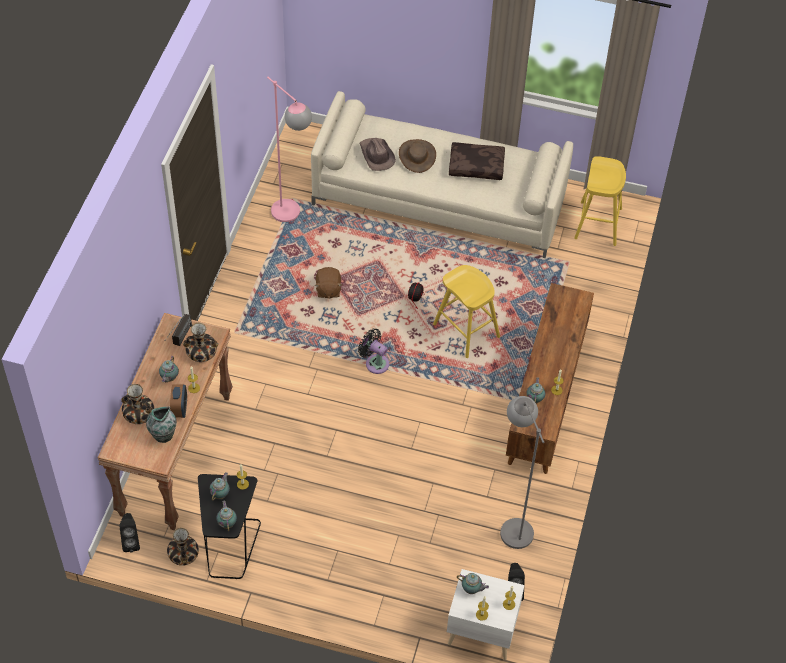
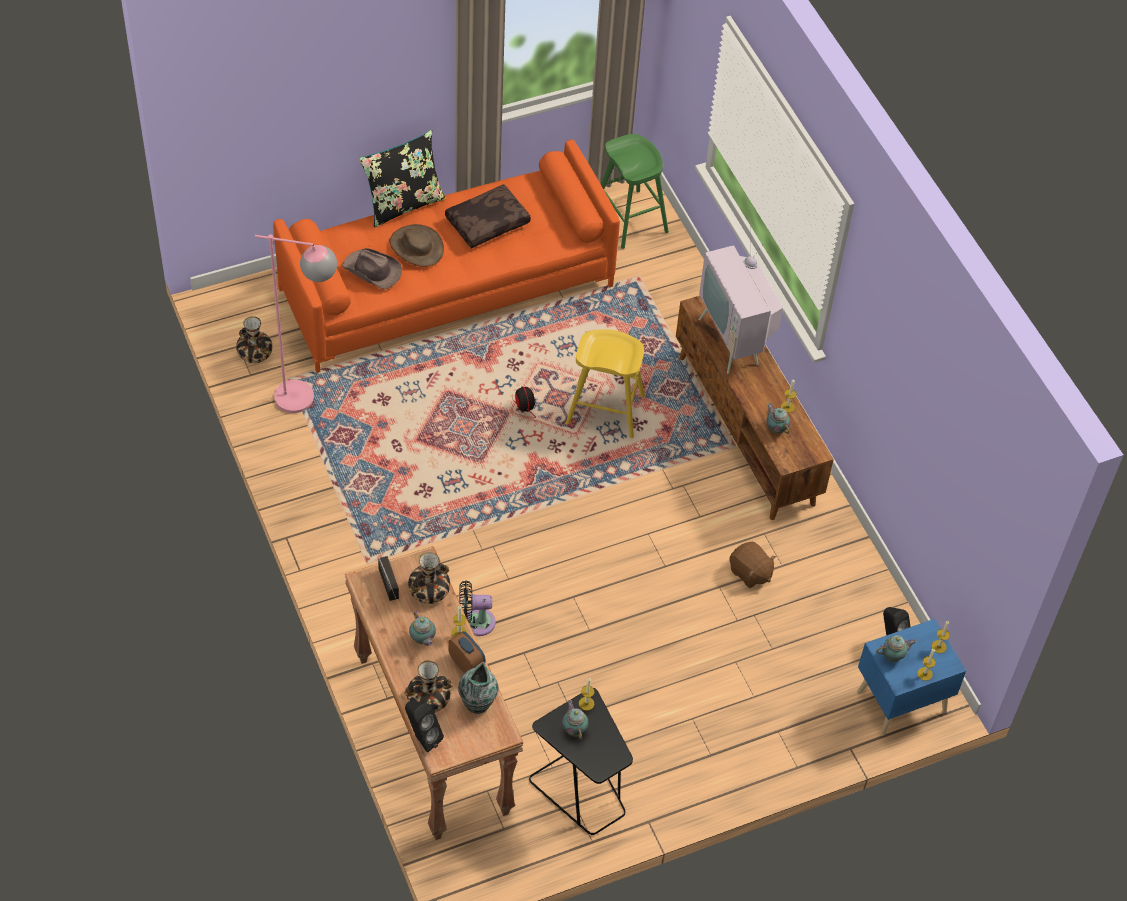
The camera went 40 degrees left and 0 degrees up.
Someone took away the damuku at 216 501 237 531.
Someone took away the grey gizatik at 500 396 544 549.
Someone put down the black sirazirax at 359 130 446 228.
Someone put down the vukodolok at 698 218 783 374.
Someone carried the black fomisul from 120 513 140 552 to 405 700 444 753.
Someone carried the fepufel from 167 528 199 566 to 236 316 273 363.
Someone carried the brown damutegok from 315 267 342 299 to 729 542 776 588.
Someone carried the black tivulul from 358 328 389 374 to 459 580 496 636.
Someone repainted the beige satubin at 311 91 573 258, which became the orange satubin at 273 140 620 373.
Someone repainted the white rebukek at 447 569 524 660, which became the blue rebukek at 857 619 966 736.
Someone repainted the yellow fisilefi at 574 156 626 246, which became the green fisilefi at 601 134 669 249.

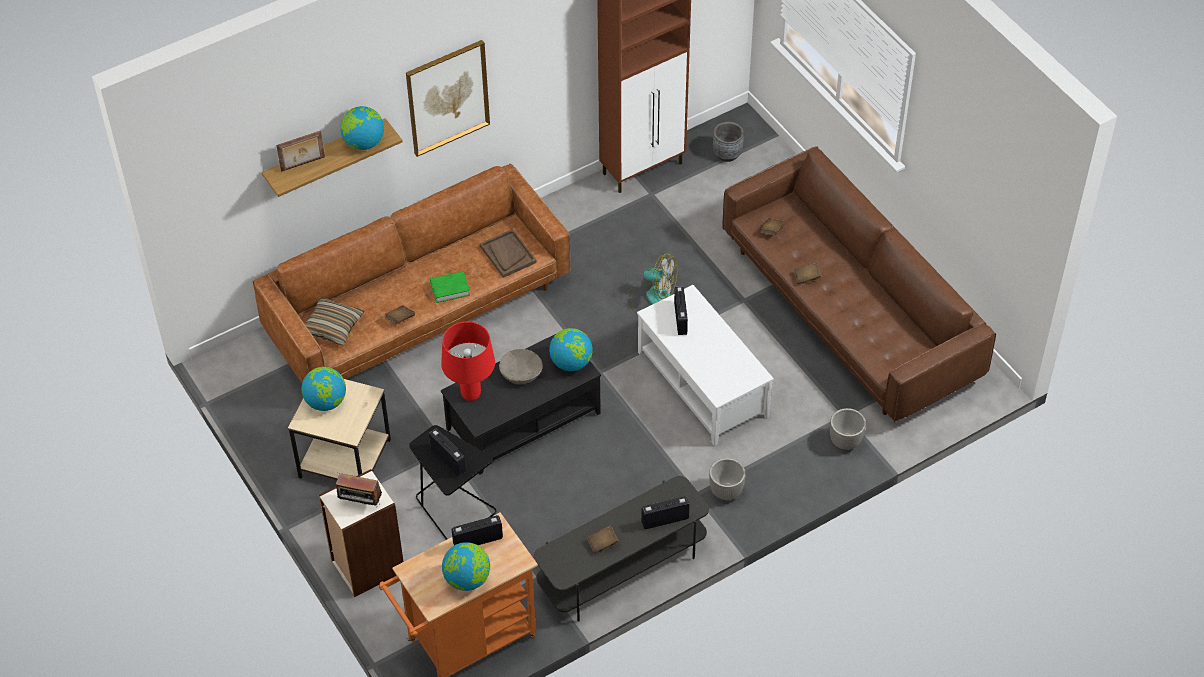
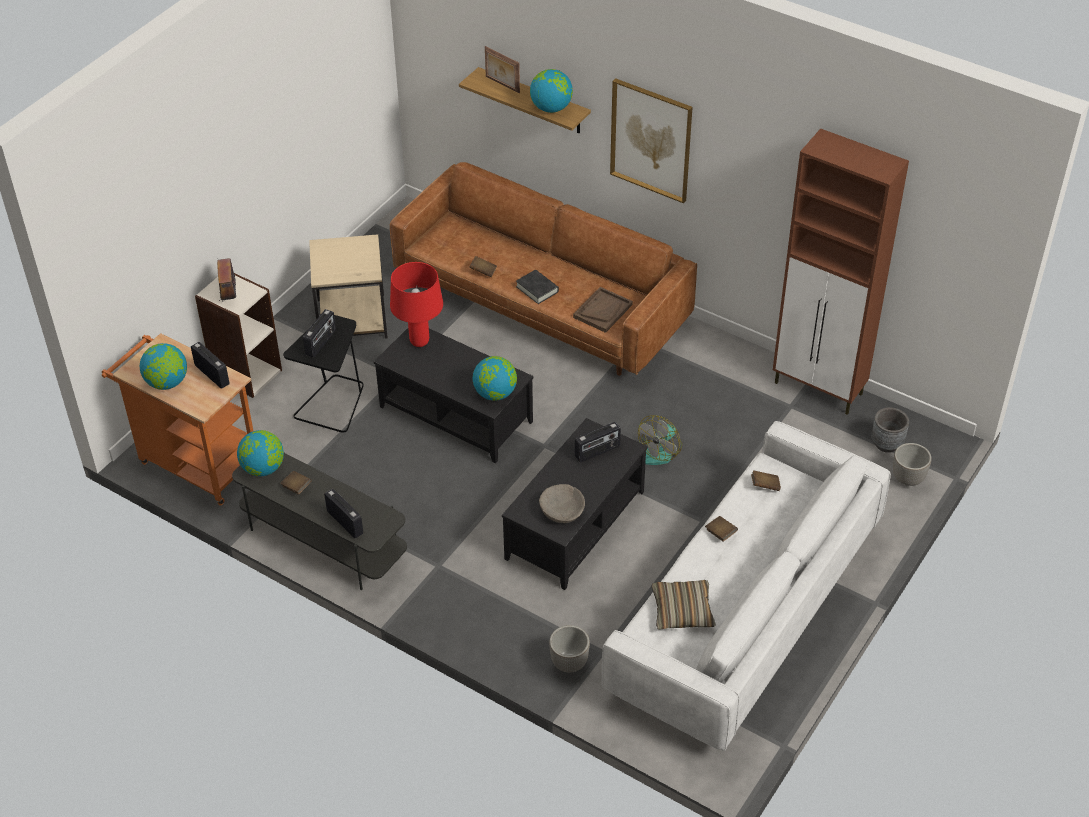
The camera went 65 degrees right and 5 degrees down.
Someone carried the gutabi from 302 367 346 411 to 237 430 284 476.
Someone carried the sirazirax from 304 298 365 345 to 652 580 716 630.
Someone carried the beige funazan from 499 349 543 384 to 539 484 585 523.
Someone carried the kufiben from 709 458 746 500 to 893 443 932 486.
Someone repainted the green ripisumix at 430 271 470 303, which became the black ripisumix at 516 270 559 304.
Someone repainted the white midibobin at 637 285 774 446, which became the black midibobin at 502 418 648 590.
Someone repainted the brown satubin at 722 146 996 422, which became the white satubin at 602 421 891 751.
Someone rotated the tivulul at 629 253 677 315 by 45 degrees clockwise.

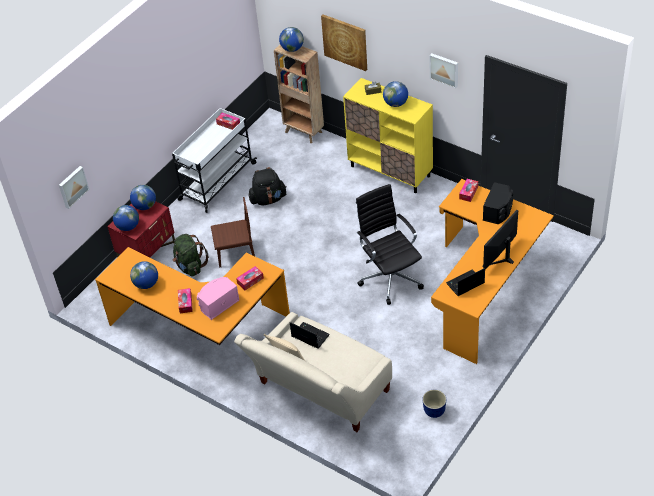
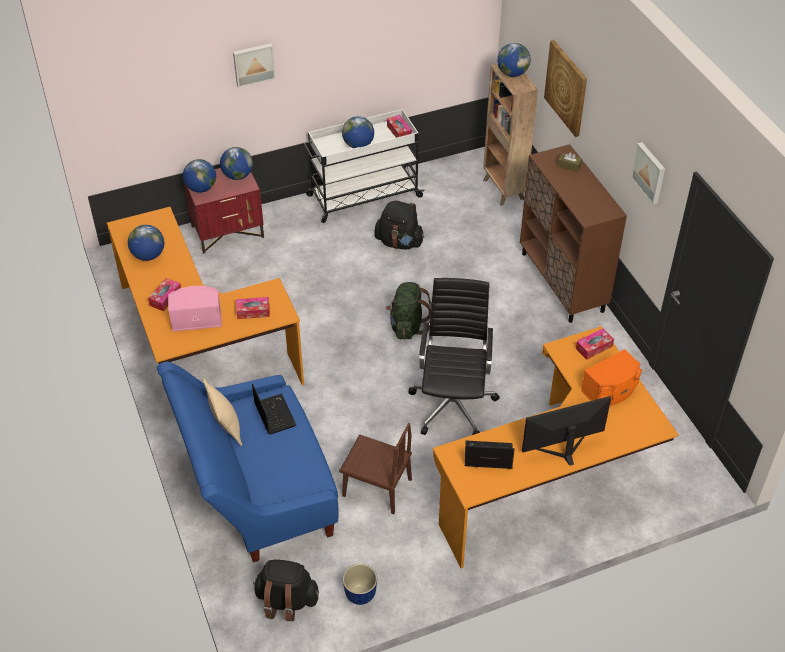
The camera went 30 degrees right and 0 degrees up.
Someone put down the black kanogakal at 253 559 319 621.
Someone carried the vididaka from 59 166 90 209 to 233 43 276 88.
Someone carried the green kanogakal from 173 234 209 277 to 386 282 432 340.
Someone carried the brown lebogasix from 211 197 255 268 to 339 423 412 514.
Someone carried the gutabi from 383 81 408 107 to 342 116 374 148.
Someone repainted the beige satubin at 234 312 392 432, which became the blue satubin at 157 362 339 563.
Someone repainted the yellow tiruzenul at 343 78 433 193, which became the brown tiruzenul at 520 144 627 323.
Someone repainted the black fomisul at 483 182 513 224, which became the orange fomisul at 581 349 642 406.

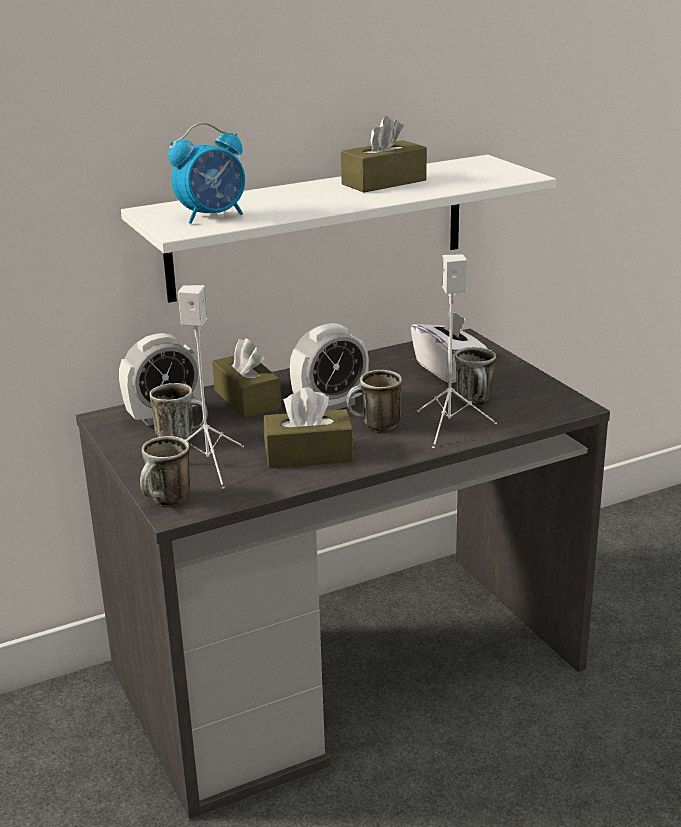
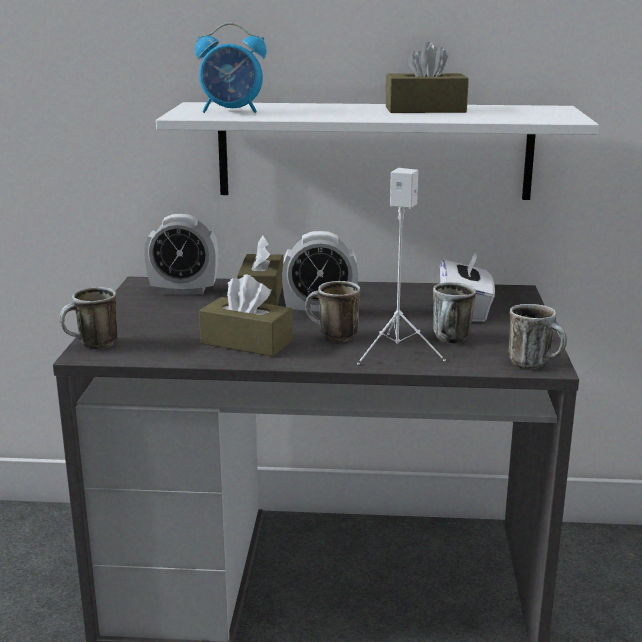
The camera went 30 degrees right and 5 degrees down.
Someone took away the white fomisul at 178 285 244 489.
Someone carried the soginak from 149 383 208 440 to 508 304 567 369.

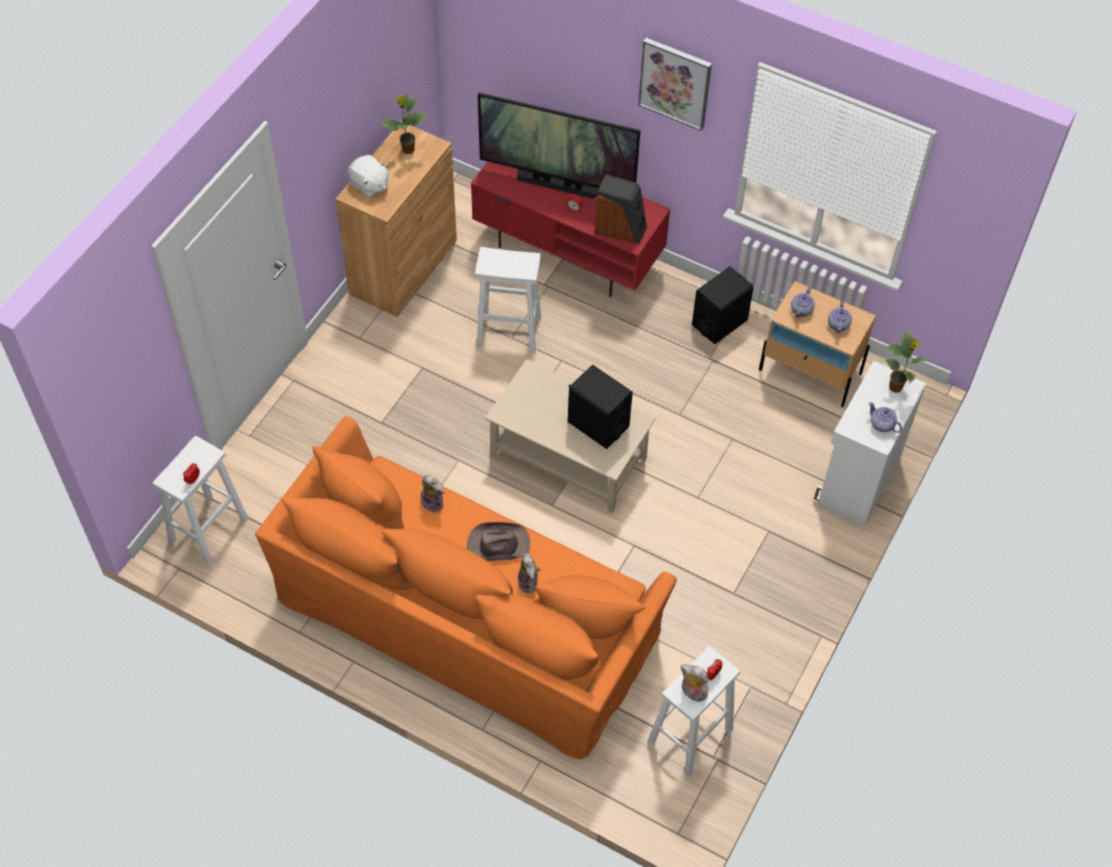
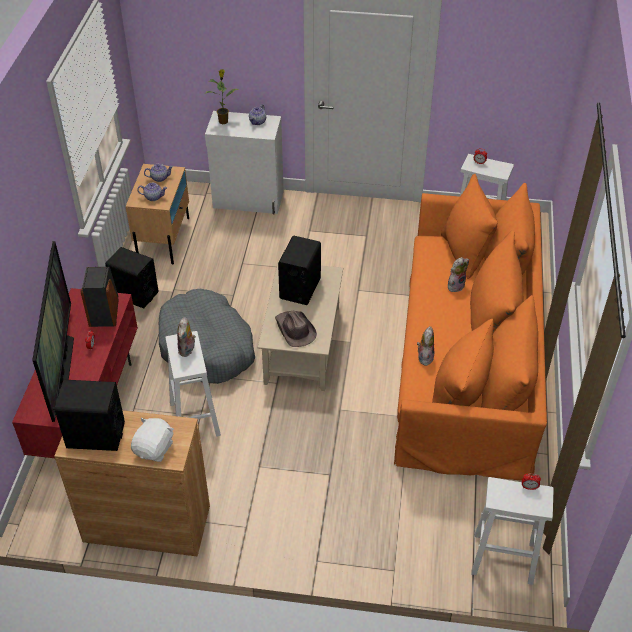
The camera went 110 degrees left and 10 degrees down.
Someone took away the vididaka at 638 38 712 131.
Someone put down the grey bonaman at 159 289 255 384.
Someone carried the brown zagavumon from 467 522 530 561 to 275 311 317 347.
Someone carried the damutegok from 681 665 709 703 to 177 317 196 357.
Someone swapped the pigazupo at 380 94 428 154 for the black fomisul at 52 380 125 451.

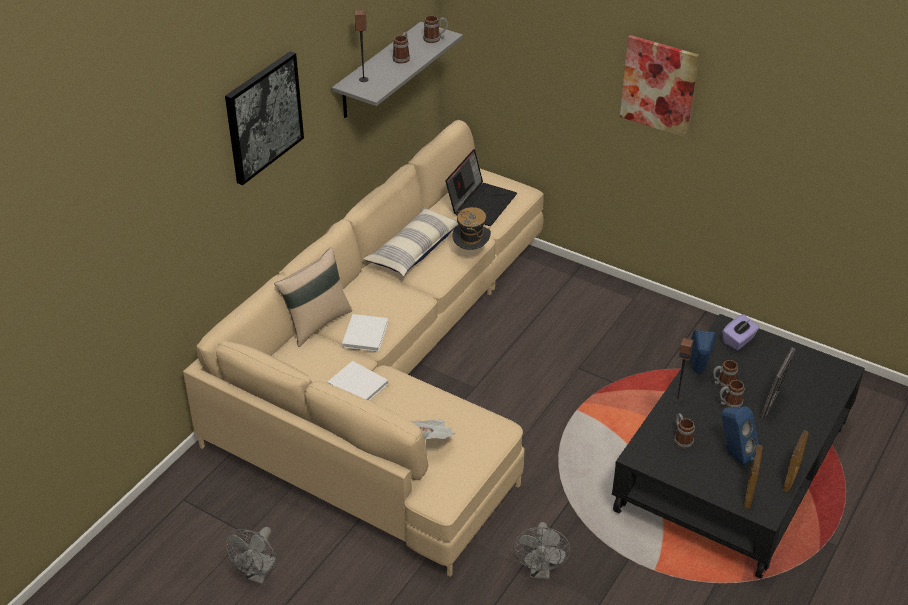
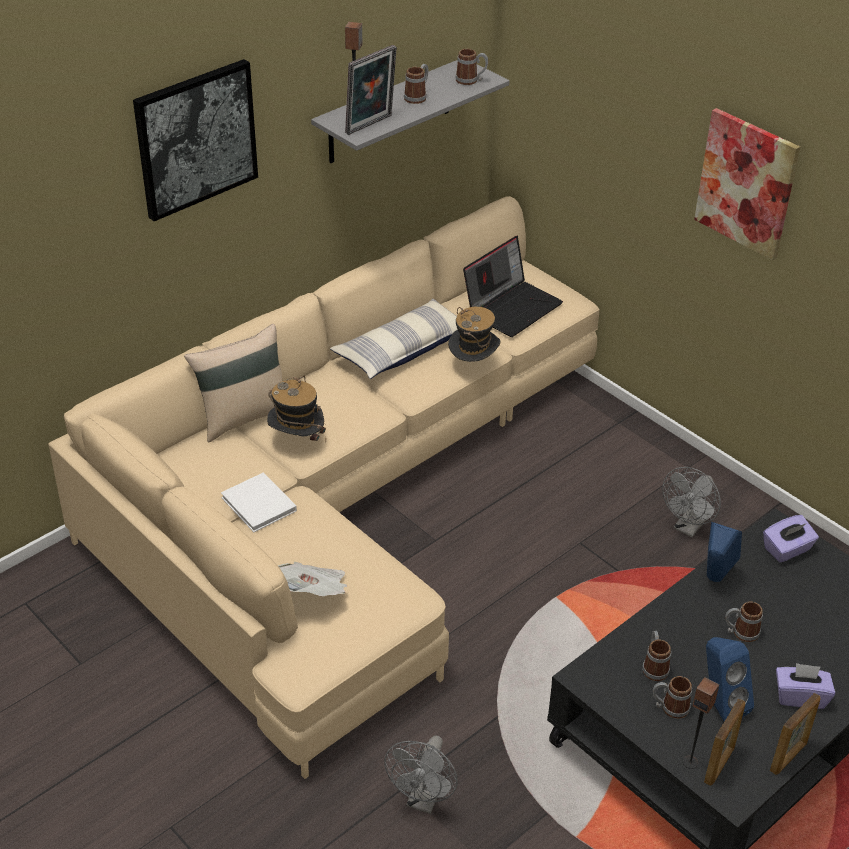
The camera went 15 degrees right and 0 degrees up.
Someone put down the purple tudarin at 776 663 835 709.
Someone carried the grey tivulul from 225 527 276 585 to 662 467 721 537.
Someone carried the fomisul from 673 338 693 403 to 683 677 719 769.
Someone carried the soginak from 713 360 738 387 to 653 676 692 719.
Someone carried the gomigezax from 760 348 796 420 to 345 45 397 135.
Someone swapped the white ripisumix at 342 314 388 352 for the zagavumon at 267 376 326 441.

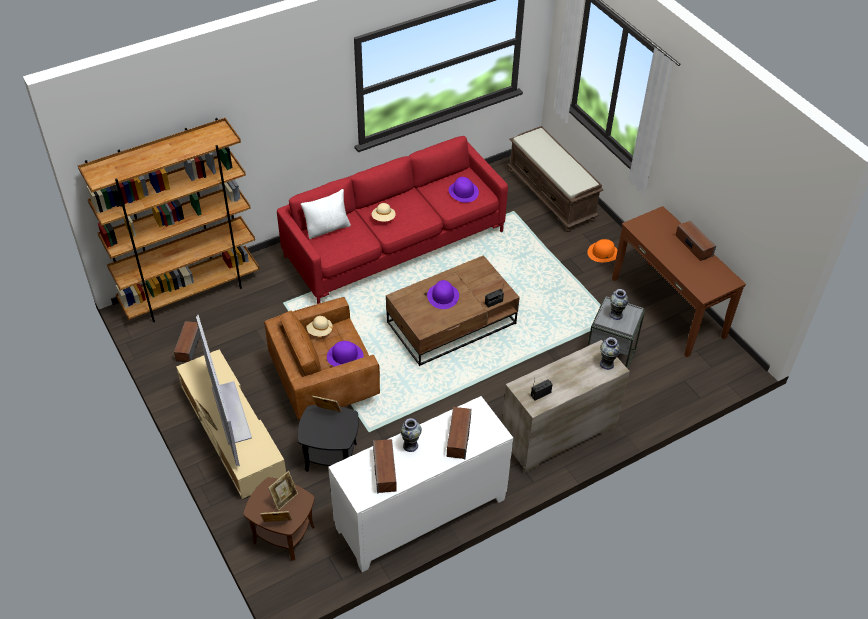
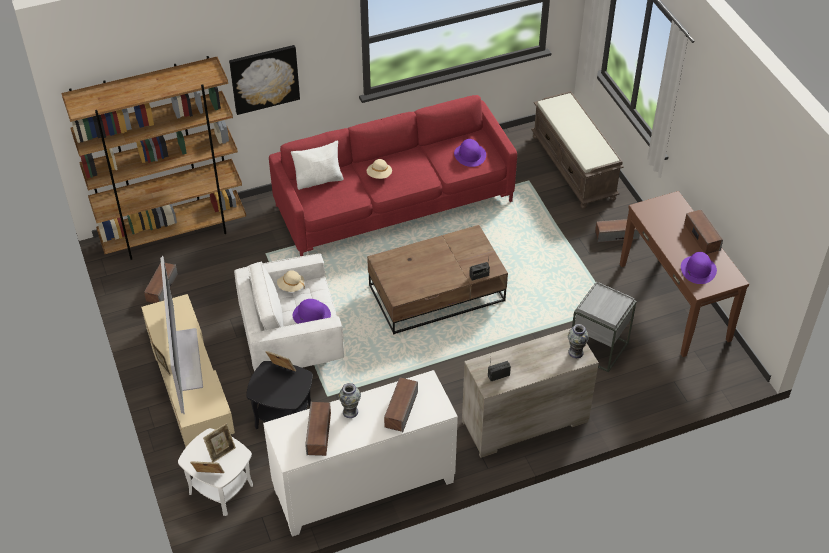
The camera went 10 degrees right and 0 degrees up.
Someone took away the fepufel at 609 289 629 320.
Someone put up the vididaka at 229 45 300 115.
Someone carried the purple zagavumon from 427 280 459 309 to 681 252 717 284.
Someone swapped the orange zagavumon at 587 239 618 262 for the fomisul at 595 219 640 243.
Someone repainted the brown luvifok at 243 477 315 561, which became the white luvifok at 178 428 253 516.
Someone repainted the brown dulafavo at 264 297 380 420, which became the white dulafavo at 234 253 344 371.

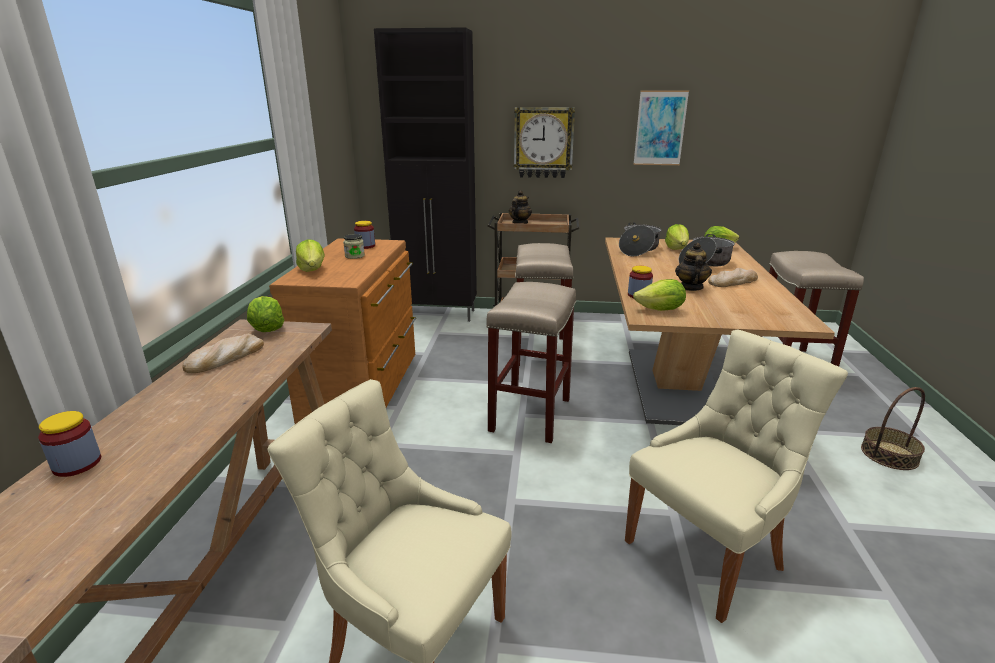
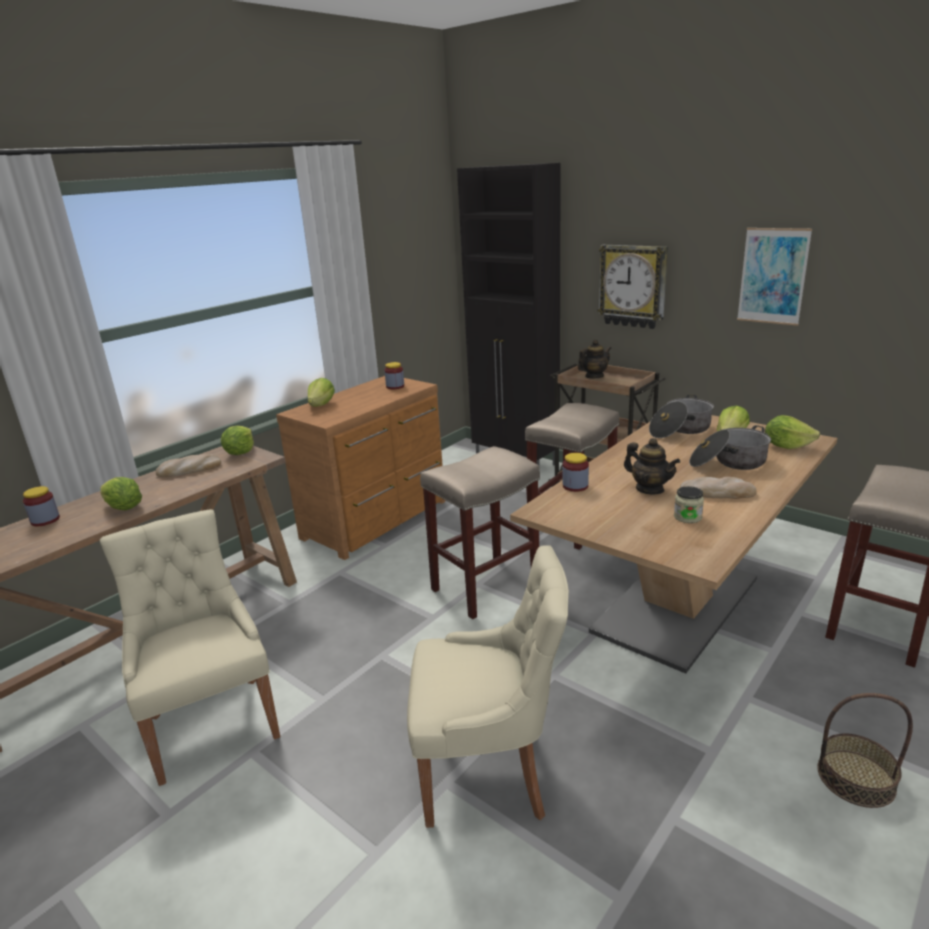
The camera went 35 degrees right and 0 degrees up.
Someone carried the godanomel from 343 234 365 259 to 674 486 704 523.
Someone carried the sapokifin from 633 279 686 311 to 100 477 142 510.
Someone rotated the damuku at 675 243 712 291 by 90 degrees clockwise.

